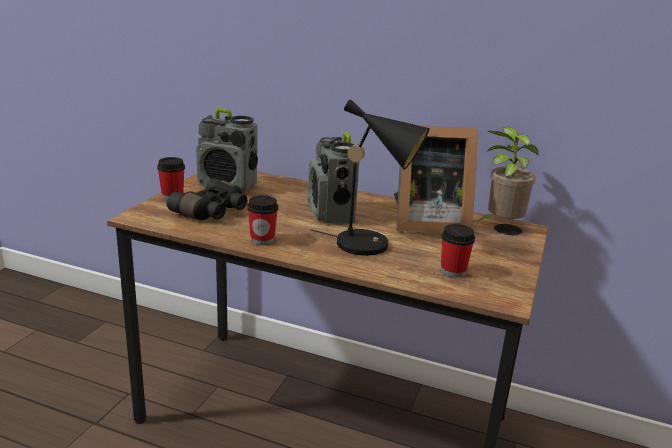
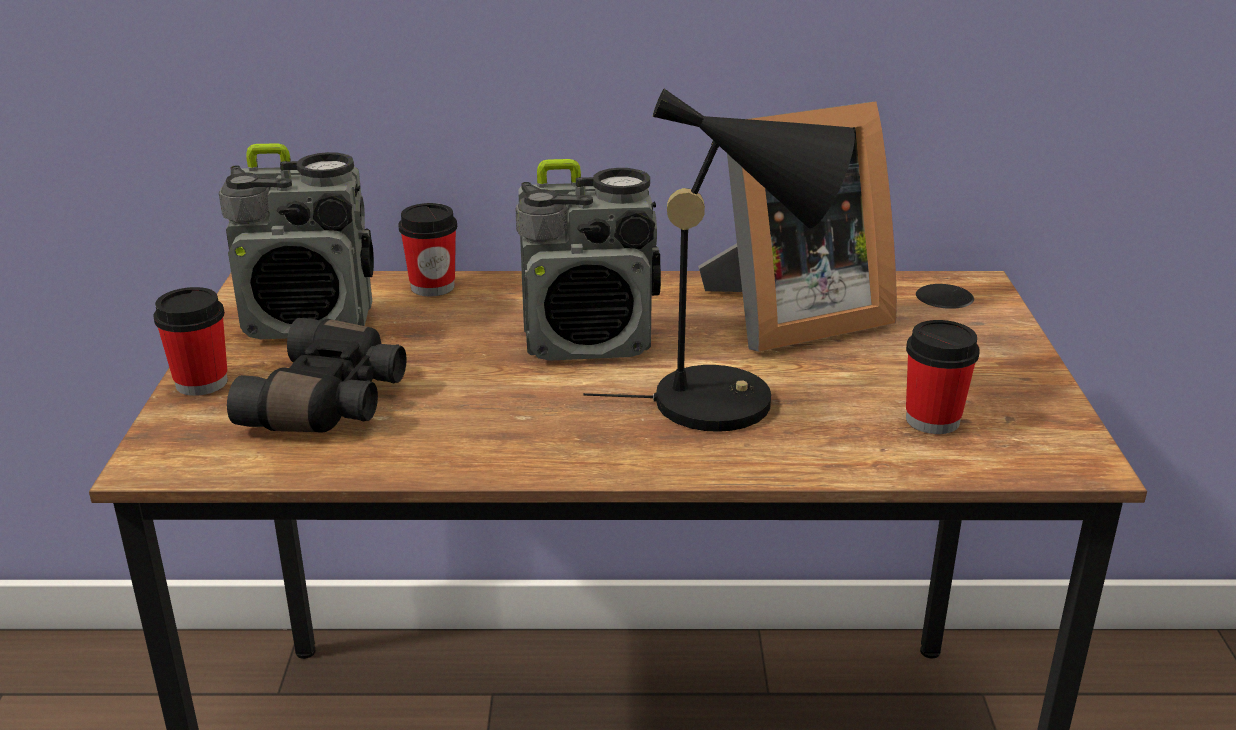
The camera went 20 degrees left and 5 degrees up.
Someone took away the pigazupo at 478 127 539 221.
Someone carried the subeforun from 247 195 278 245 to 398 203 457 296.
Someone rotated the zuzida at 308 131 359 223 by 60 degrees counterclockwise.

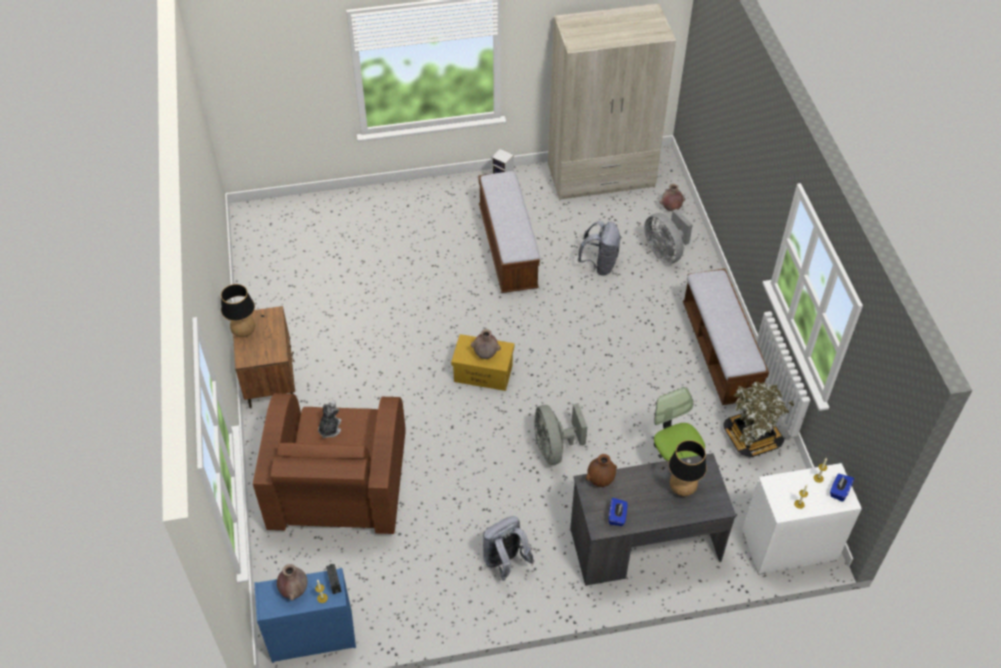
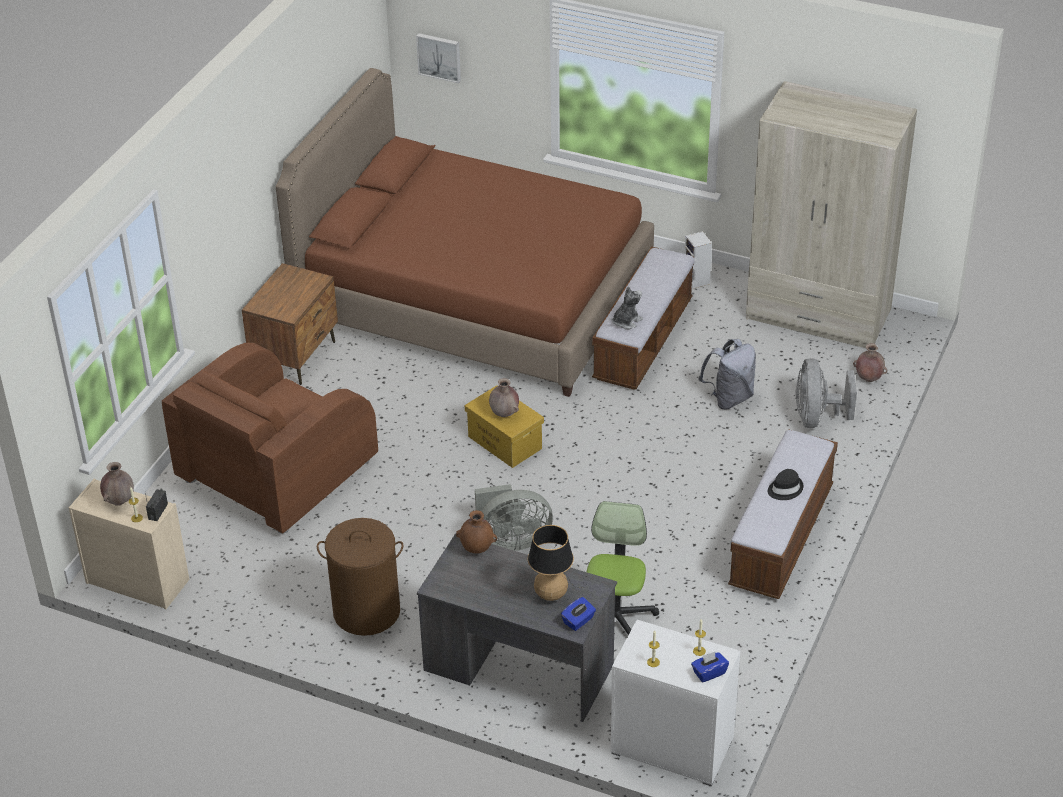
The camera went 35 degrees right and 10 degrees down.
Someone took away the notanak at 221 284 277 342.
Someone took away the pigazupo at 723 381 794 457.
Someone put down the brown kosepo at 276 68 654 397.
Someone put up the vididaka at 416 33 461 83.
Someone put down the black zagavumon at 768 469 803 500.
Someone carried the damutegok from 318 400 342 438 to 612 286 643 329.
Someone carried the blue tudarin from 609 498 628 526 to 561 597 596 631.
Someone swapped the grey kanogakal at 483 516 534 581 for the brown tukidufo at 317 518 403 636.
Someone repainted the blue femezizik at 254 568 356 663, which became the beige femezizik at 69 479 189 609.
Someone rotated the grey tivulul at 534 403 587 465 by 120 degrees counterclockwise.

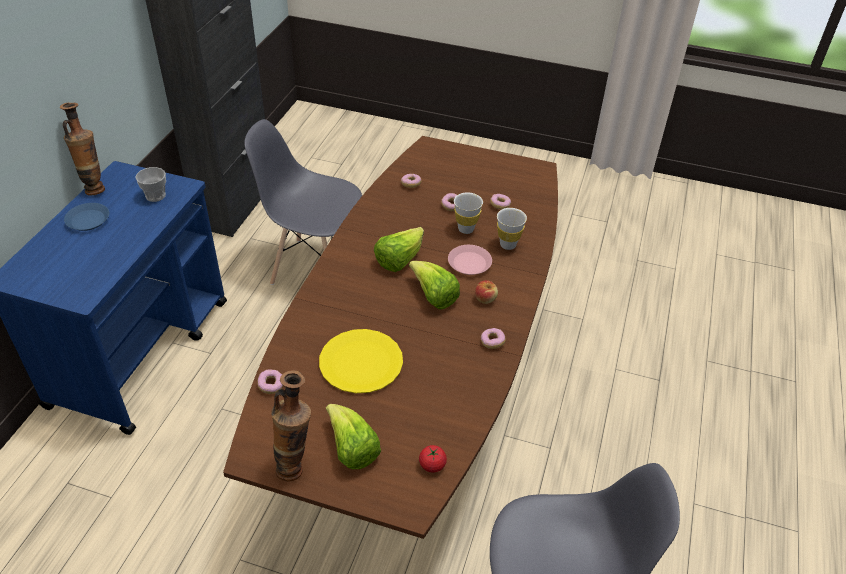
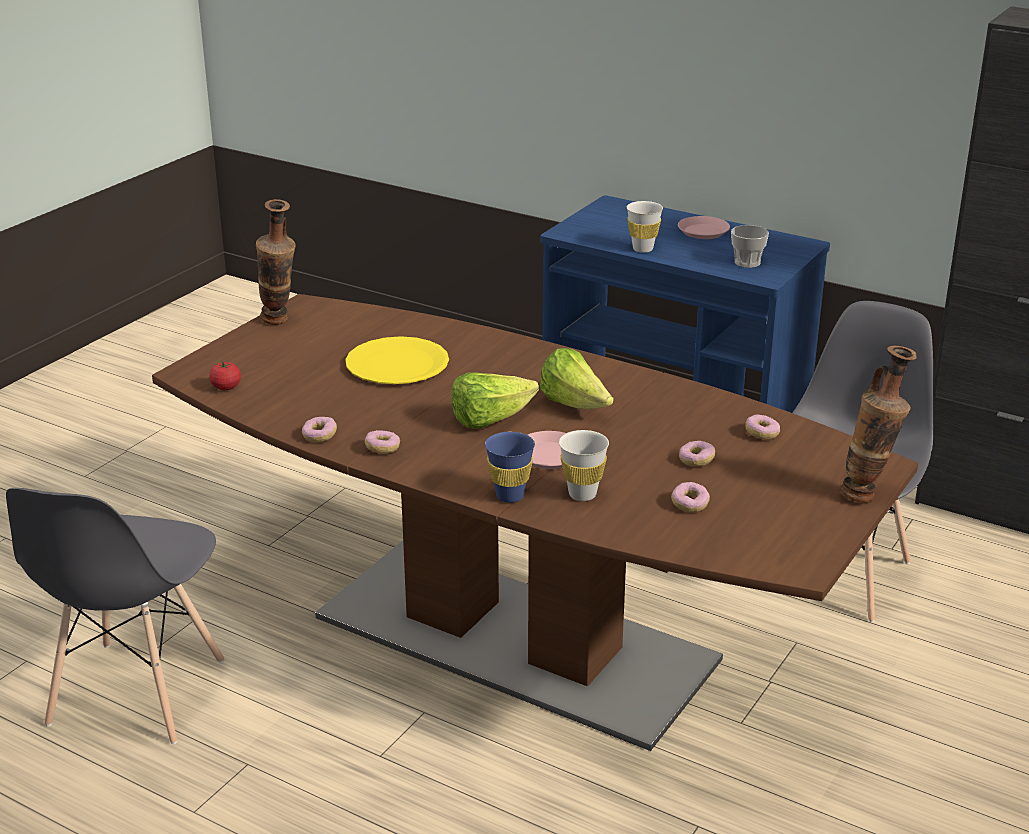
The camera went 105 degrees right and 15 degrees down.
Someone took away the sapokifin at 326 404 381 469.
Someone took away the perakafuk at 475 280 498 304.
Someone put down the blue subeforun at 485 432 535 503.
Someone carried the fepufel from 60 103 105 195 to 840 346 917 503.
Someone carried the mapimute from 257 369 283 394 to 302 417 337 443.
Someone carried the white subeforun from 454 192 483 234 to 627 201 663 253.
Someone repainted the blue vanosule at 64 203 109 231, which became the pink vanosule at 678 216 730 239.

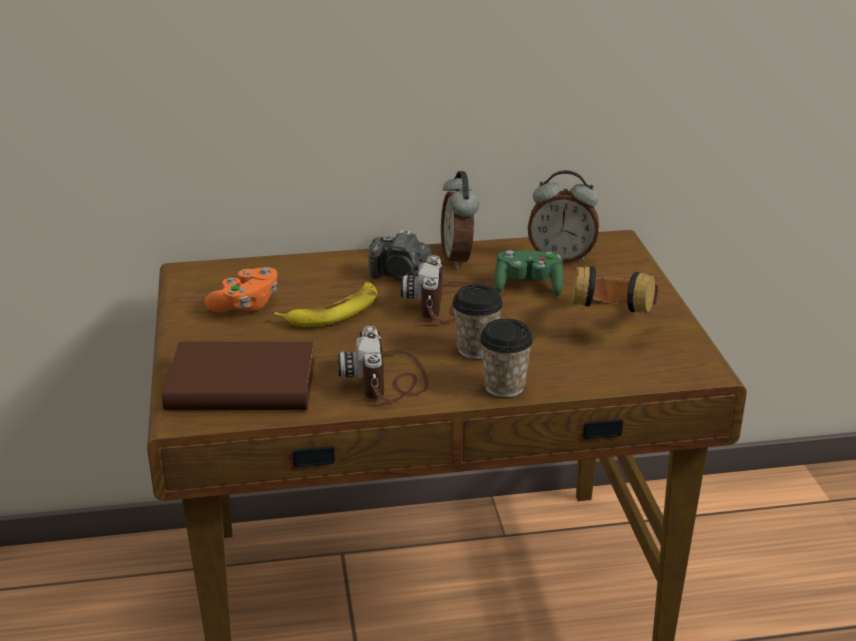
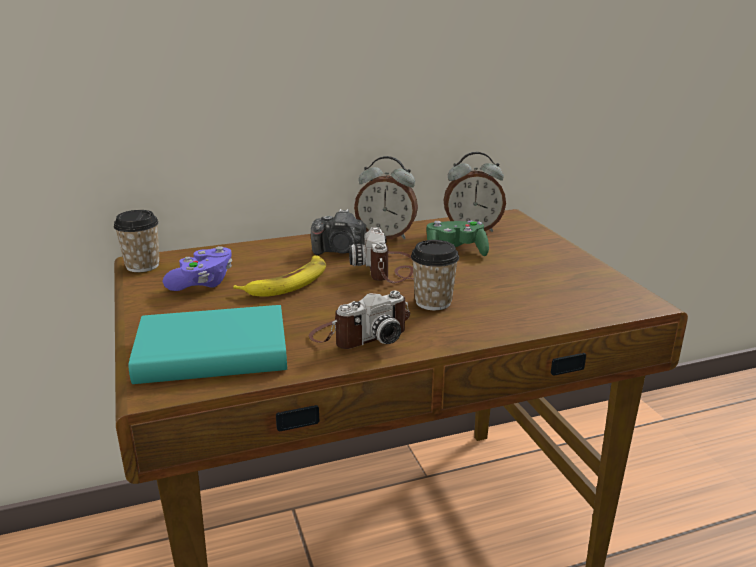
The camera went 10 degrees left and 5 degrees down.
Someone took away the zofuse at 572 265 658 314.
Someone carried the subeforun from 480 318 533 397 to 114 210 160 272.
Someone repainted the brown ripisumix at 162 342 315 410, which became the turquoise ripisumix at 128 305 287 384.
Someone repainted the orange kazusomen at 205 267 277 313, which became the purple kazusomen at 162 246 232 291.
Someone rotated the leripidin at 338 326 429 402 by 105 degrees counterclockwise.
Someone rotated the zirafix at 441 171 479 269 by 60 degrees counterclockwise.

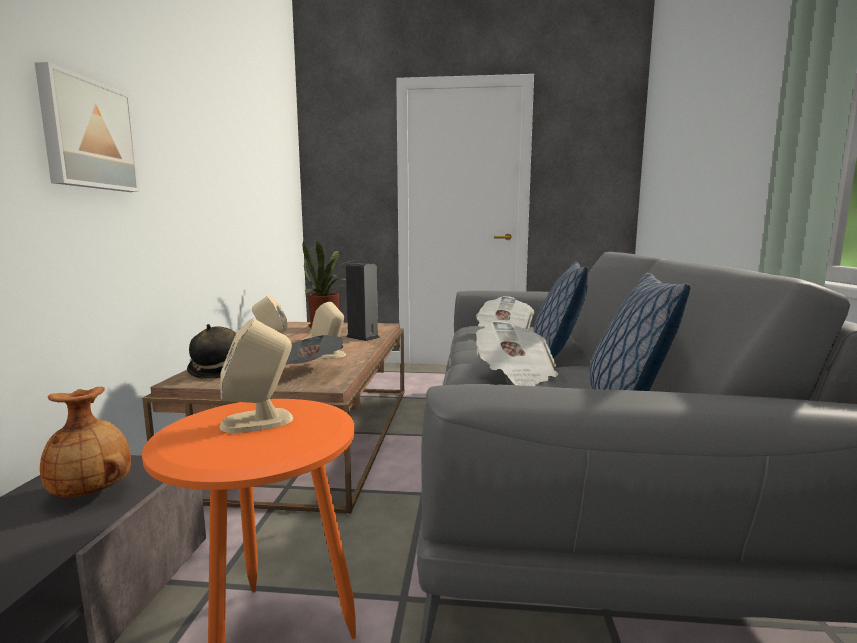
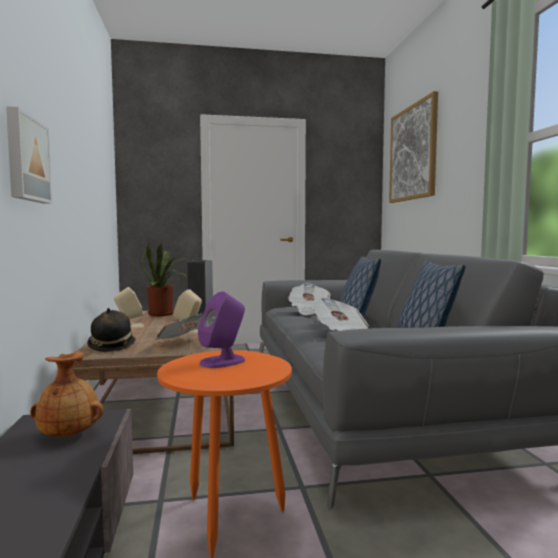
The camera went 15 degrees left and 5 degrees down.
Someone put up the vididaka at 389 91 438 203.
Someone repainted the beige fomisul at 220 318 293 433, which became the purple fomisul at 198 292 245 368.

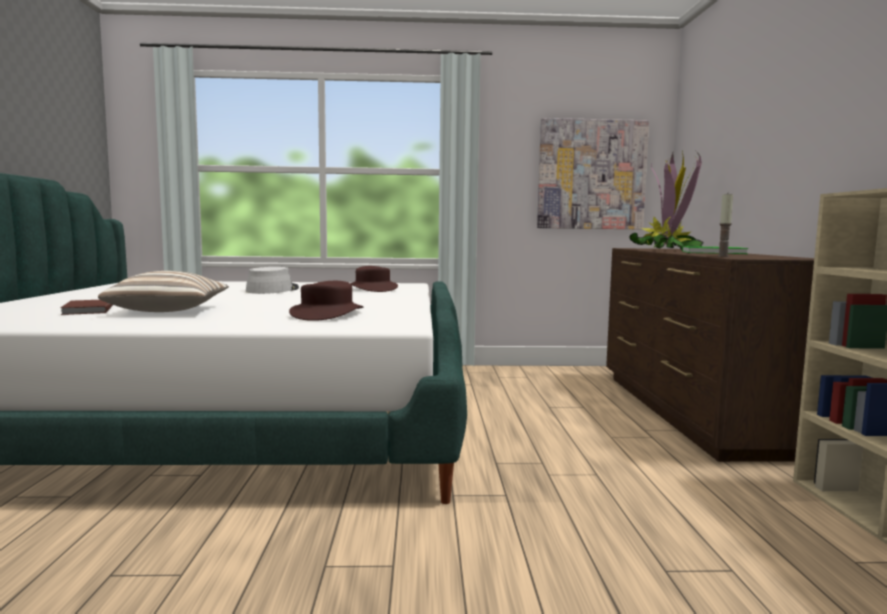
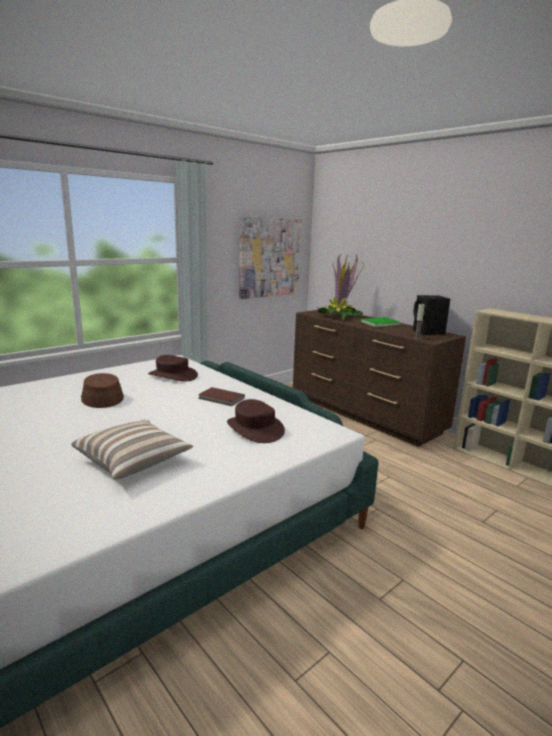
The camera went 40 degrees left and 10 degrees up.
Someone put down the black fomisul at 413 295 450 335.
Someone carried the brown ripisumix from 60 300 113 315 to 198 387 245 406.
Someone repainted the grey zagavumon at 246 267 299 294, which became the brown zagavumon at 81 373 124 408.

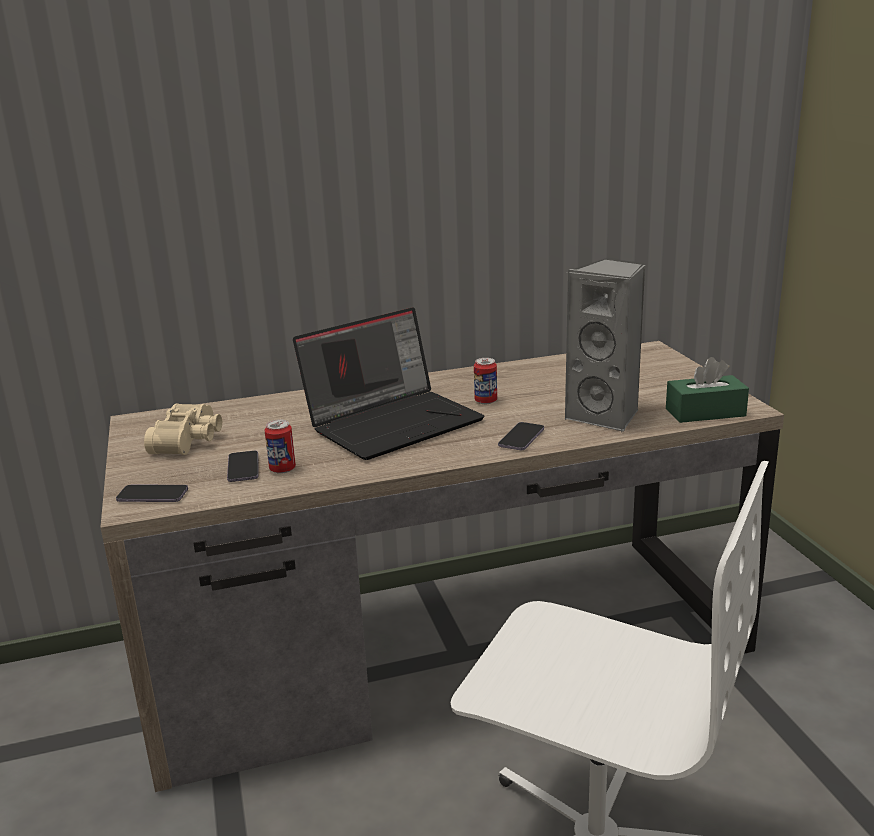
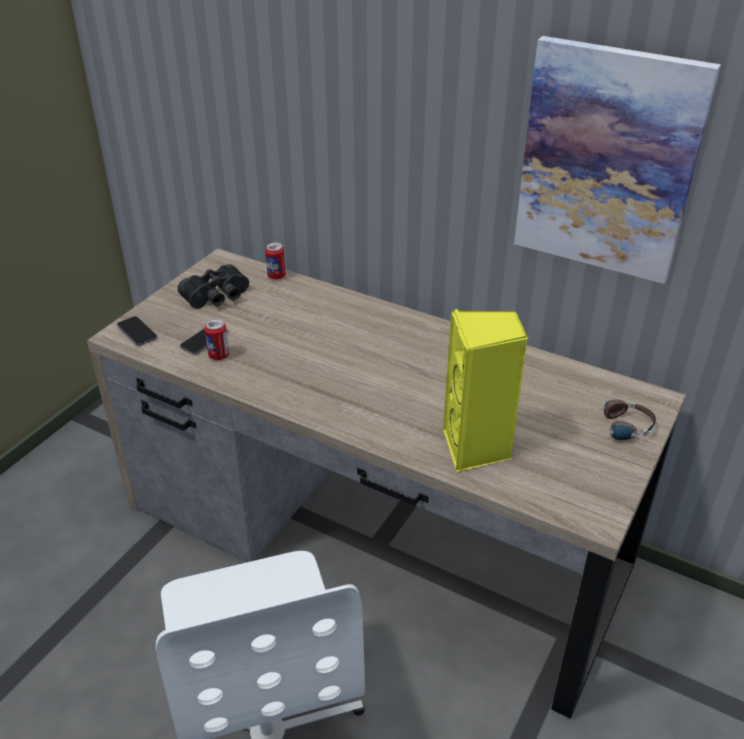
The camera went 45 degrees right and 15 degrees up.
Someone took away the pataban at 293 307 484 460.
Someone took away the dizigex at 498 422 544 450.
Someone took away the green tudarin at 666 357 749 423.
Someone put up the vididaka at 514 36 721 284.
Someone put down the zofuse at 585 400 656 440.
Someone carried the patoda from 474 358 497 404 to 265 242 286 280.
Someone repainted the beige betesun at 144 403 222 455, which became the black betesun at 177 264 249 309.
Someone repainted the grey fomisul at 564 259 645 432, which became the yellow fomisul at 443 309 528 472.

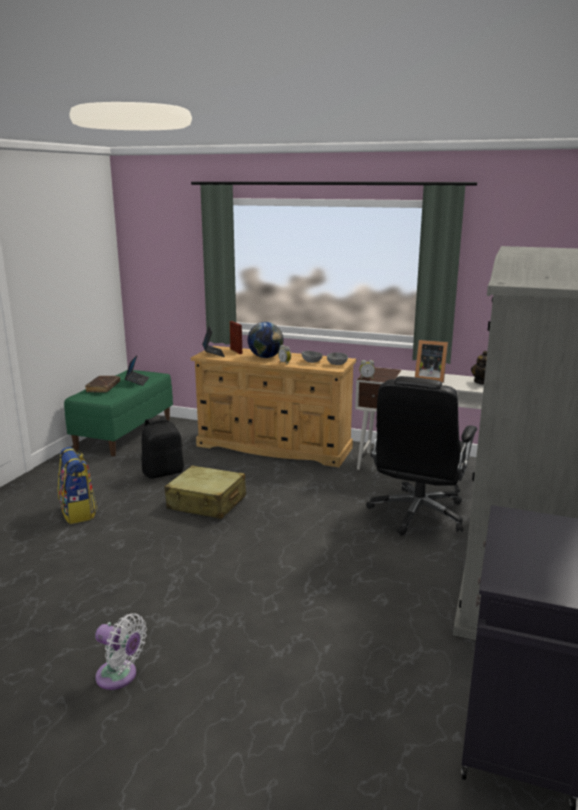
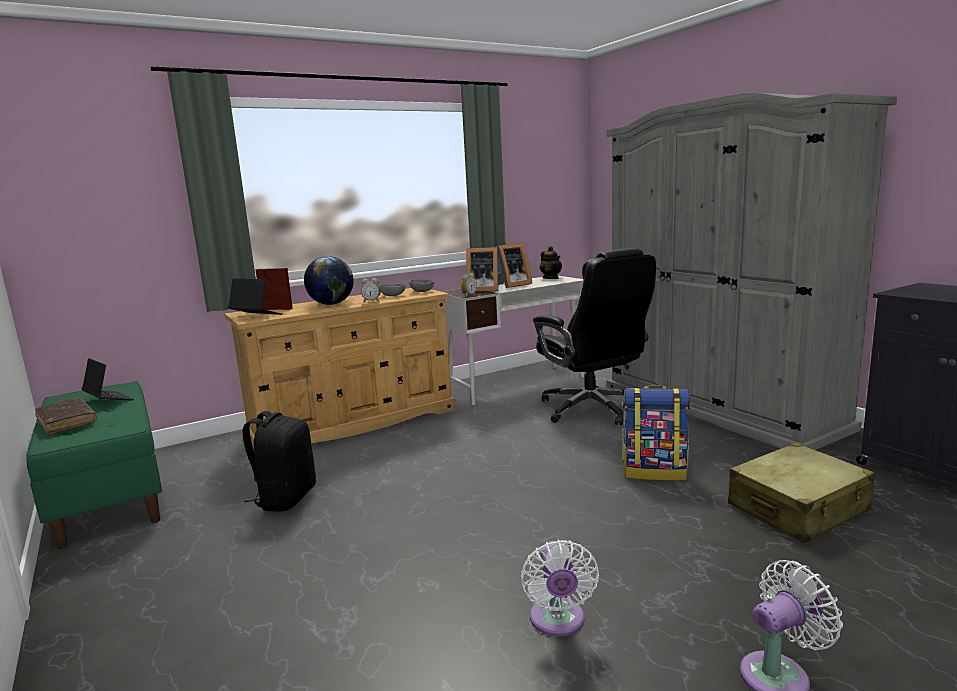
The camera went 50 degrees left and 5 degrees down.
Someone put down the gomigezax at 466 247 498 292.
Someone put down the white tivulul at 521 540 599 637.
Someone carried the kanogakal from 58 447 97 524 to 623 385 690 481.
Someone carried the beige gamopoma from 164 465 246 519 to 728 443 875 543.

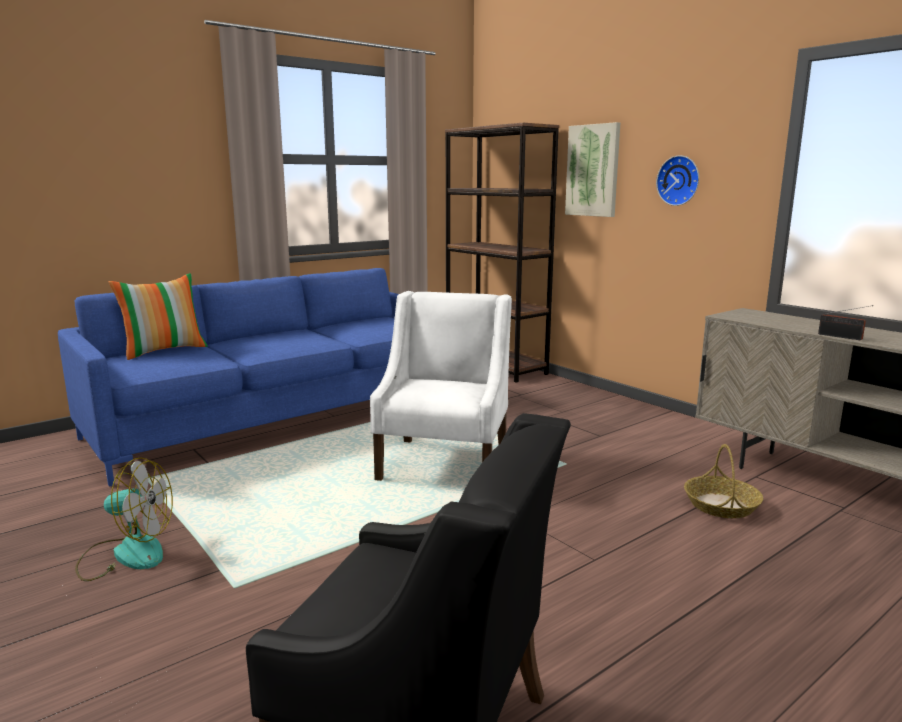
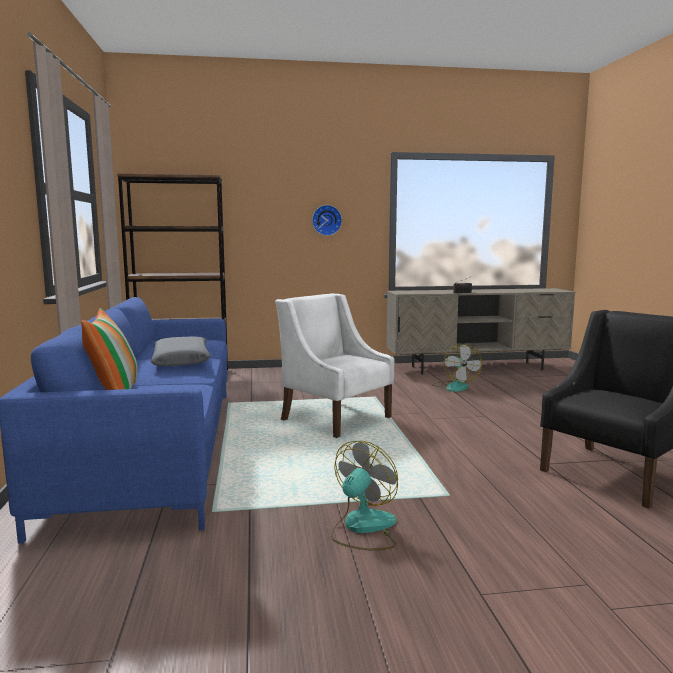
The camera went 60 degrees left and 5 degrees down.
Someone took away the vididaka at 565 122 620 217.
Someone put down the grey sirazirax at 150 337 211 366.
Someone swapped the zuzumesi at 684 444 763 518 for the tivulul at 432 344 482 392.

